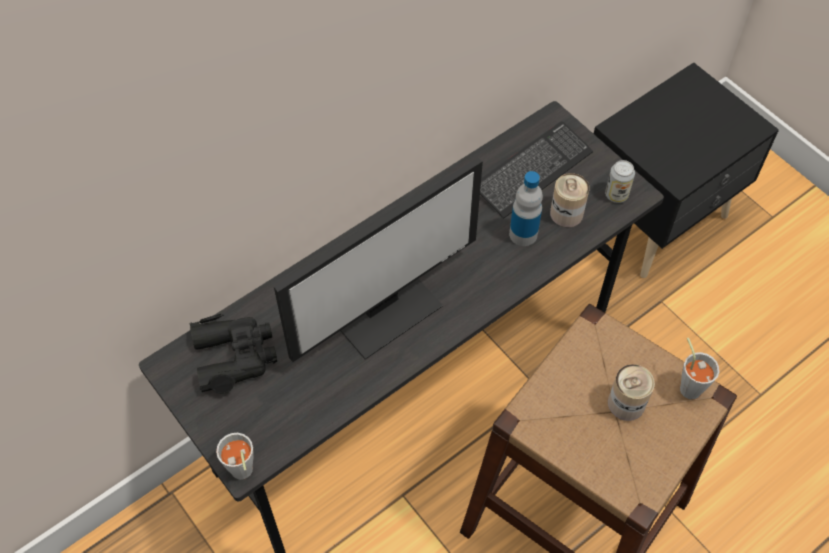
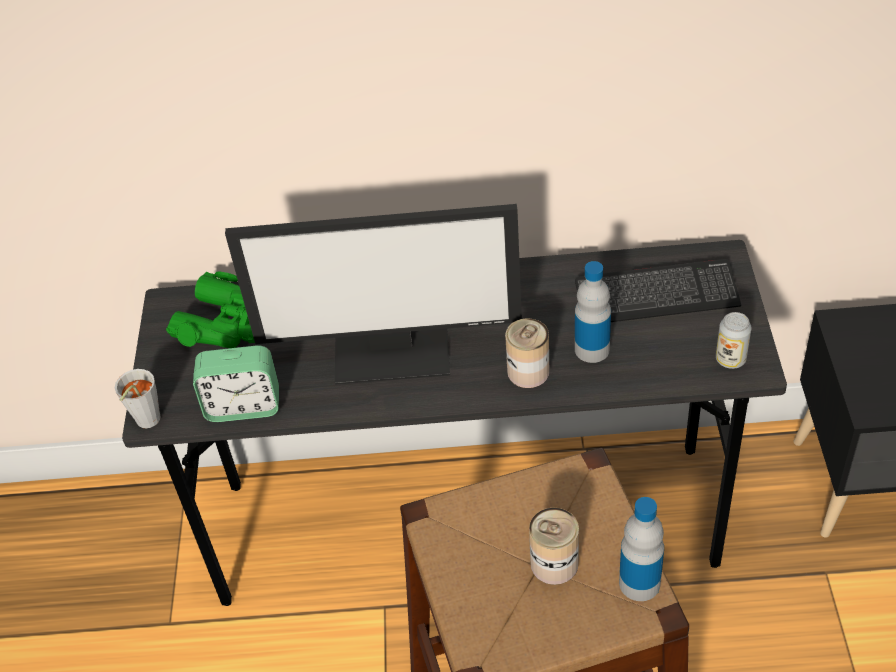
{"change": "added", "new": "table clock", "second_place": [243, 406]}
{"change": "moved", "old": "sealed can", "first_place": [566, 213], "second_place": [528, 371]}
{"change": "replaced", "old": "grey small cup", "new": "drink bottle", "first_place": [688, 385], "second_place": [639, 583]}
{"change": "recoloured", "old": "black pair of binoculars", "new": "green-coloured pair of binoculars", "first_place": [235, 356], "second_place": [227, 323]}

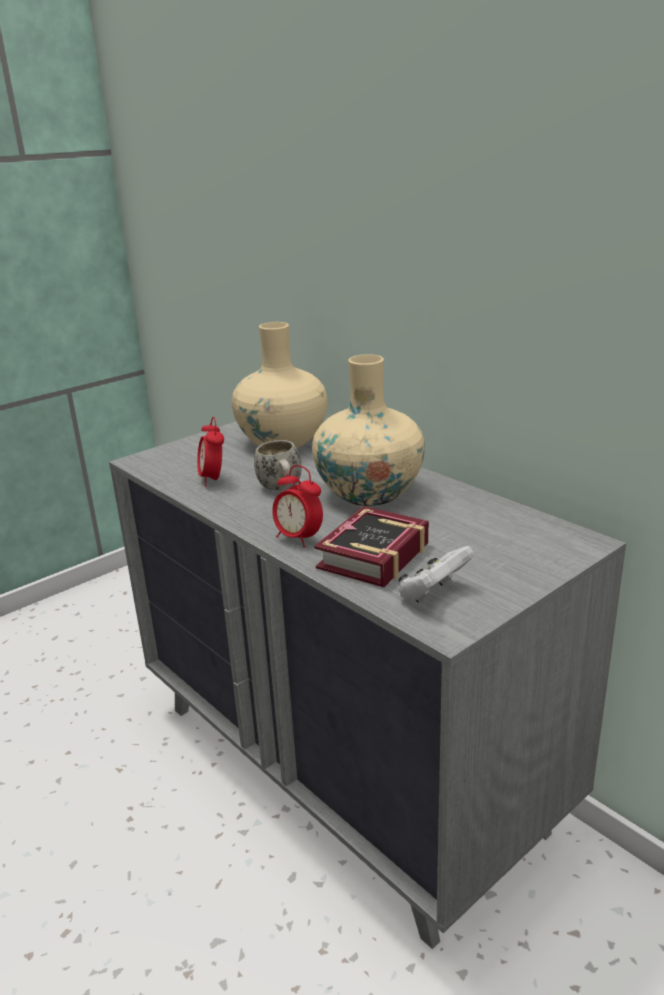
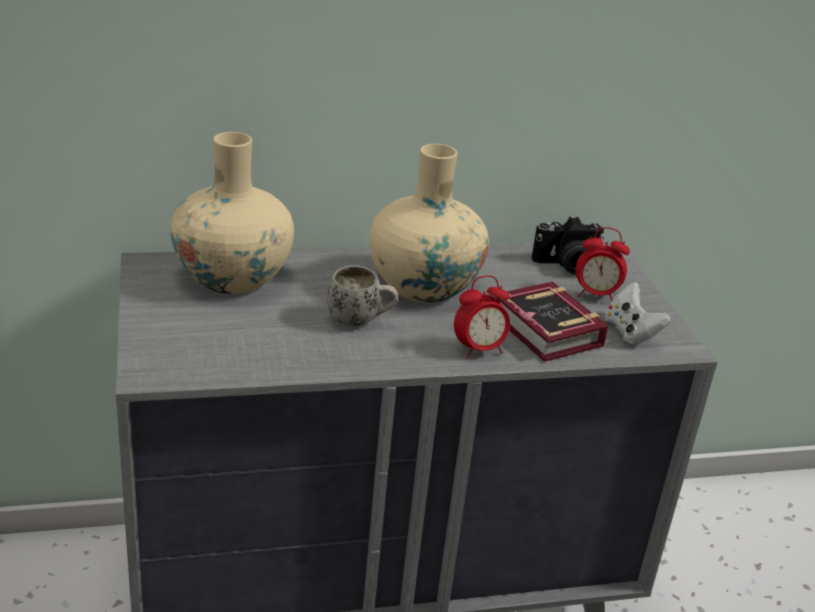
{"change": "added", "new": "photo camera", "second_place": [567, 266]}
{"change": "moved", "old": "table clock", "first_place": [213, 480], "second_place": [596, 295]}

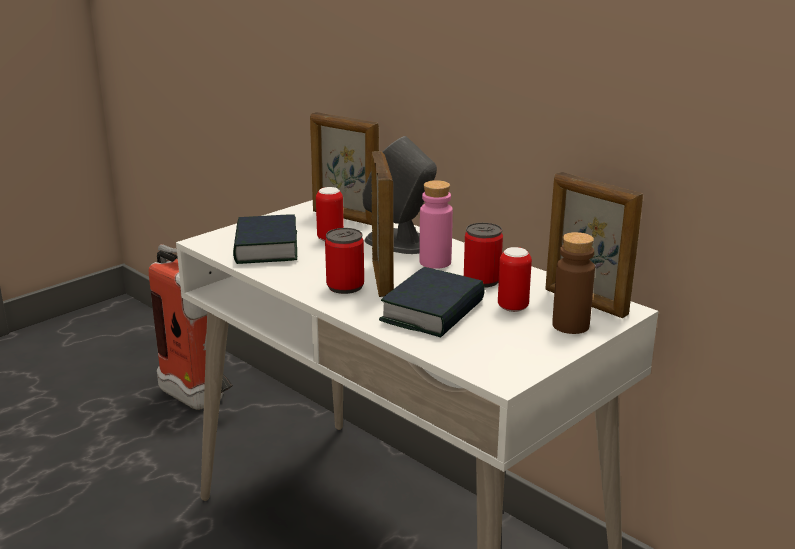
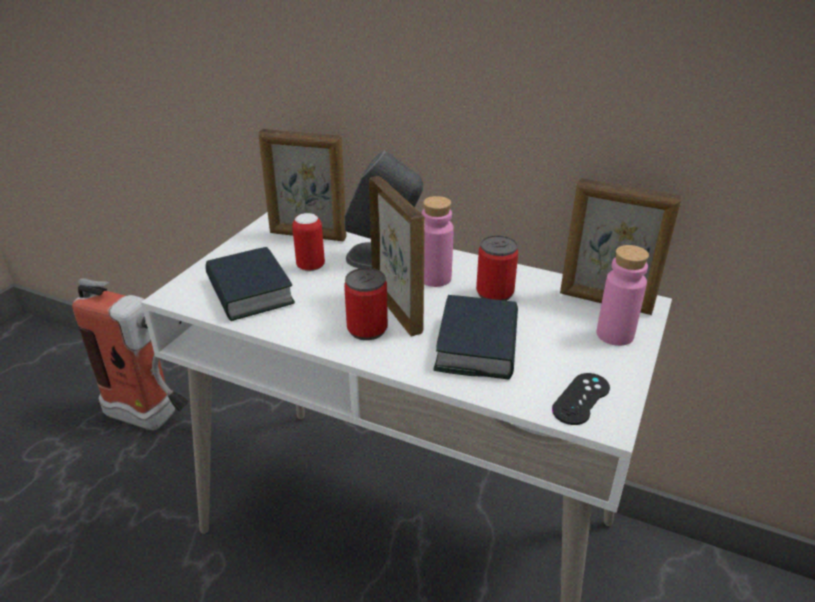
{"change": "removed", "old": "sealed can", "first_place": [513, 307]}
{"change": "added", "new": "black gamepad", "second_place": [581, 399]}
{"change": "recoloured", "old": "brownish drink bottle", "new": "pink drink bottle", "first_place": [570, 325], "second_place": [615, 334]}

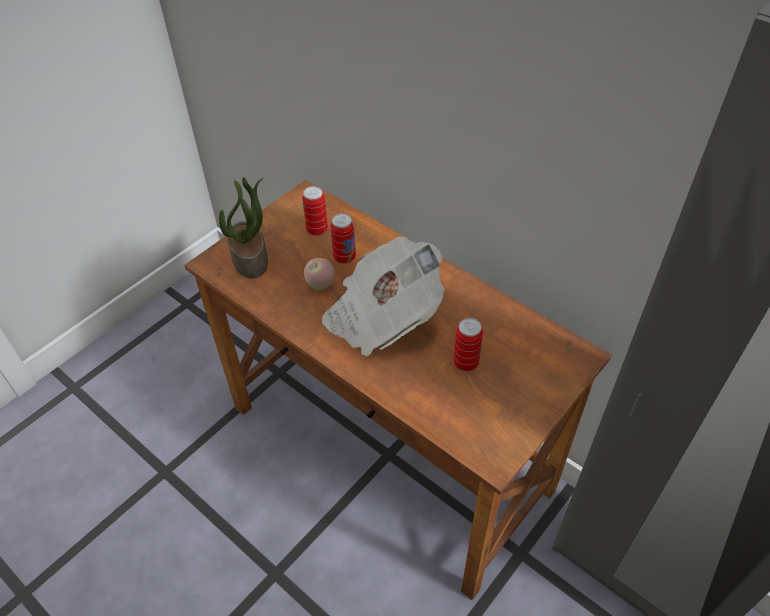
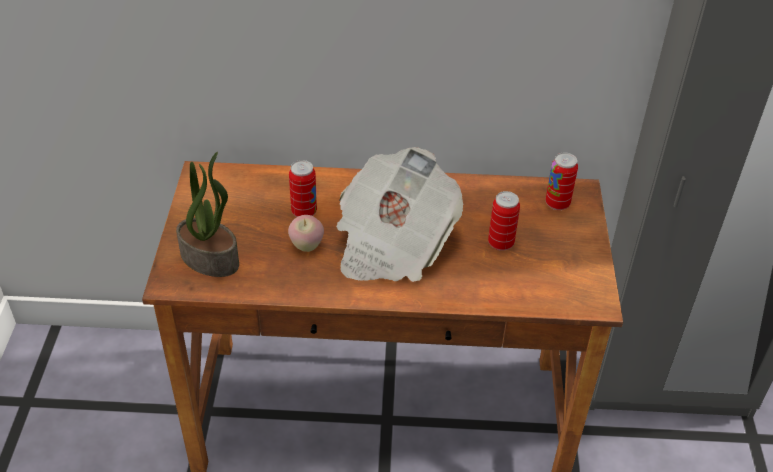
{"change": "moved", "old": "sealed can", "first_place": [317, 230], "second_place": [557, 204]}

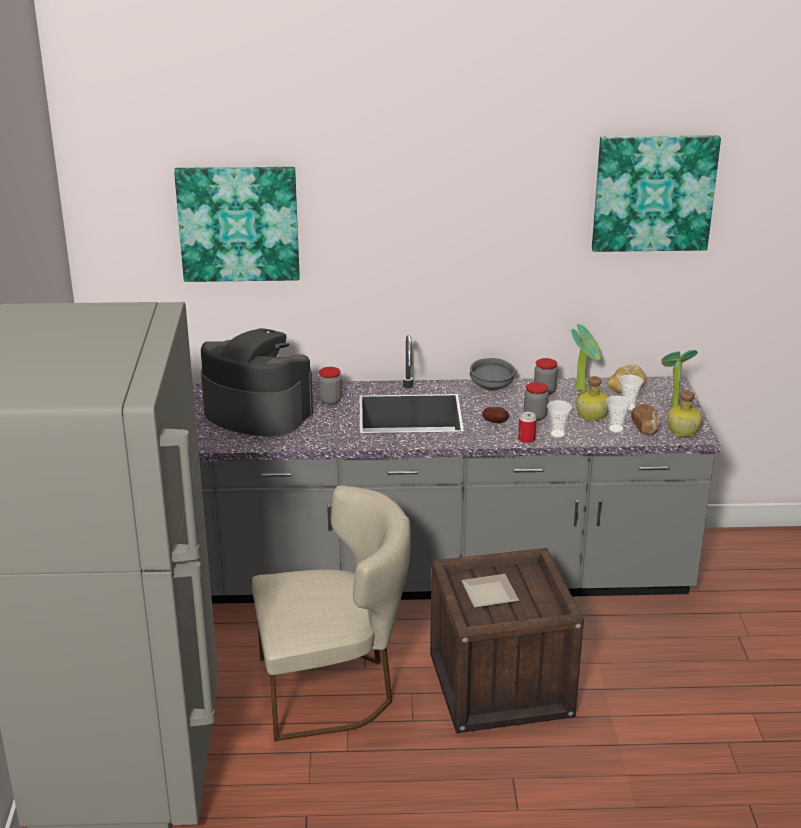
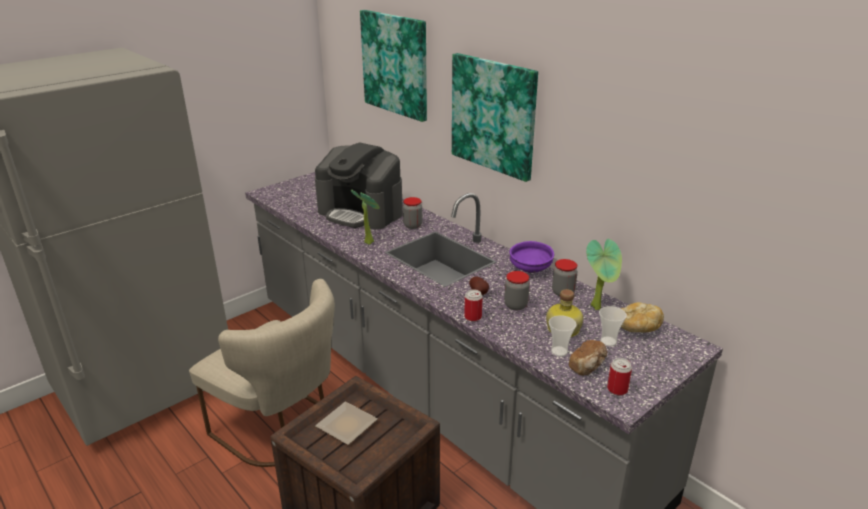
{"change": "removed", "old": "small cup", "first_place": [557, 434]}
{"change": "moved", "old": "picture", "first_place": [653, 193], "second_place": [494, 115]}
{"change": "moved", "old": "houseplant", "first_place": [672, 405], "second_place": [369, 241]}
{"change": "replaced", "old": "drink bottle", "new": "sealed can", "first_place": [682, 430], "second_place": [617, 389]}
{"change": "recoloured", "old": "grey serving bowl", "new": "purplish serving bowl", "first_place": [491, 387], "second_place": [530, 269]}
{"change": "turned", "old": "coffee maker", "first_place": [257, 412], "second_place": [361, 212], "degrees": 135}

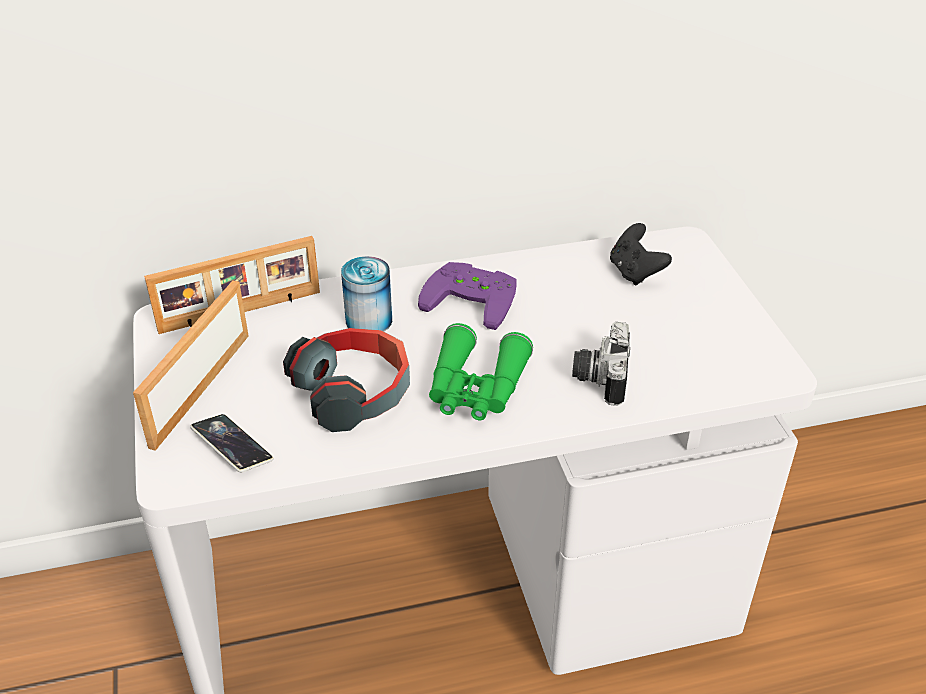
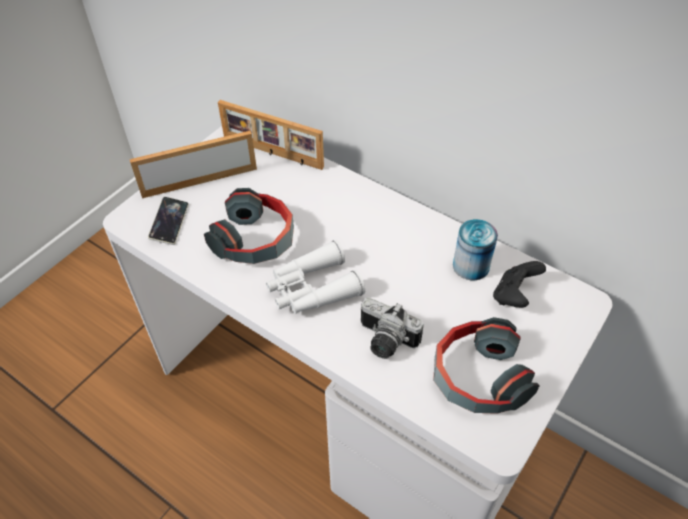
{"change": "removed", "old": "purplish gamepad", "first_place": [473, 298]}
{"change": "added", "new": "headset", "second_place": [477, 377]}
{"change": "moved", "old": "sealed can", "first_place": [369, 320], "second_place": [471, 266]}
{"change": "recoloured", "old": "green-coloured pair of binoculars", "new": "white pair of binoculars", "first_place": [476, 388], "second_place": [312, 289]}
{"change": "turned", "old": "photo camera", "first_place": [599, 377], "second_place": [384, 341], "degrees": -120}

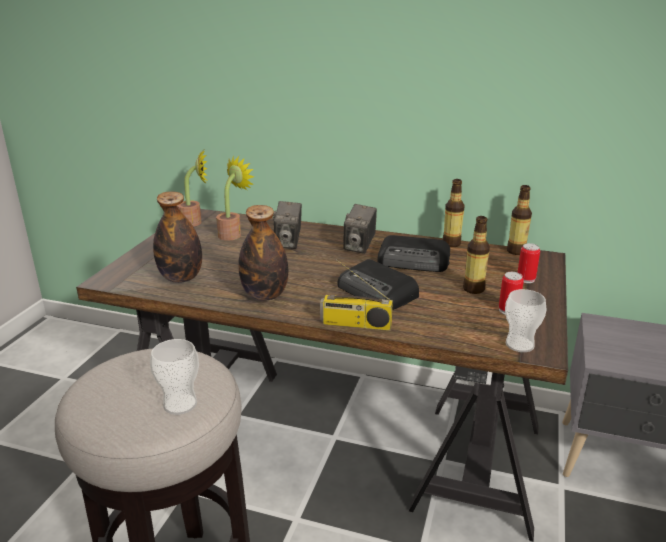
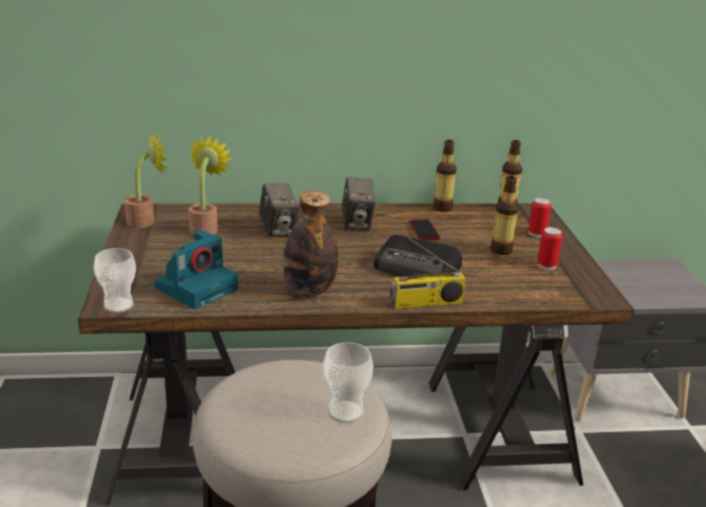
{"change": "moved", "old": "small cup", "first_place": [519, 344], "second_place": [118, 305]}
{"change": "replaced", "old": "drink bottle", "new": "photo camera", "first_place": [181, 278], "second_place": [197, 287]}
{"change": "replaced", "old": "radio", "new": "phone", "first_place": [414, 261], "second_place": [424, 231]}

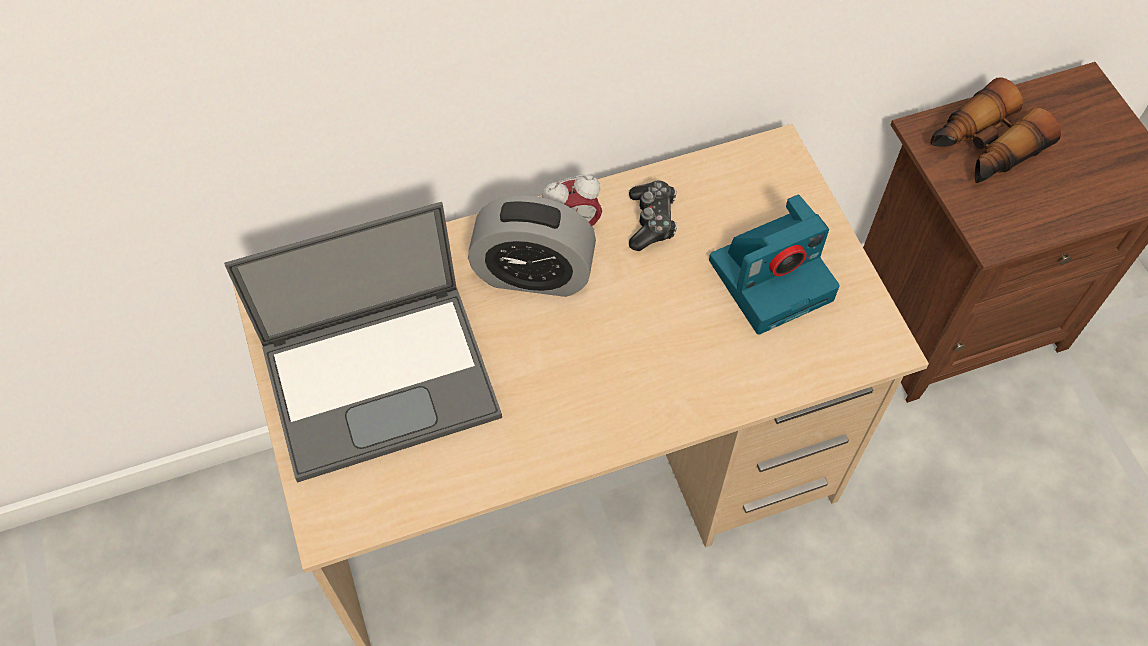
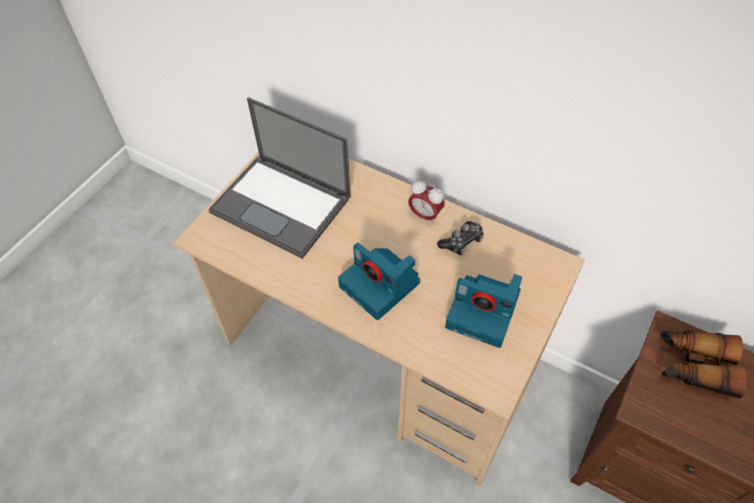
{"change": "removed", "old": "table clock", "first_place": [533, 274]}
{"change": "added", "new": "photo camera", "second_place": [381, 285]}

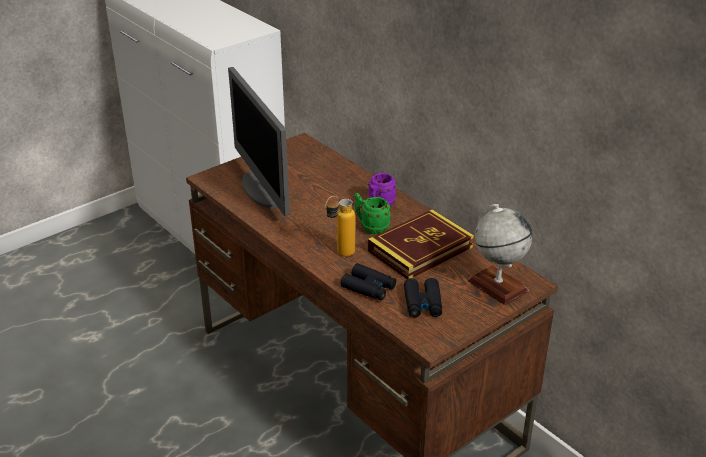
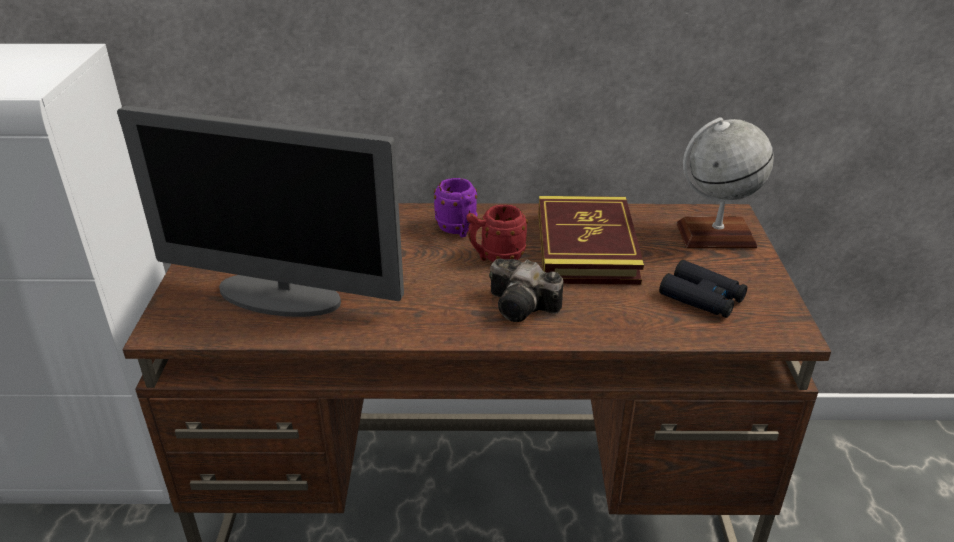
{"change": "removed", "old": "black pair of binoculars", "first_place": [369, 288]}
{"change": "replaced", "old": "drink bottle", "new": "photo camera", "first_place": [340, 254], "second_place": [524, 307]}
{"change": "recoloured", "old": "green-coloured coffee mug", "new": "reddish coffee mug", "first_place": [371, 227], "second_place": [495, 257]}

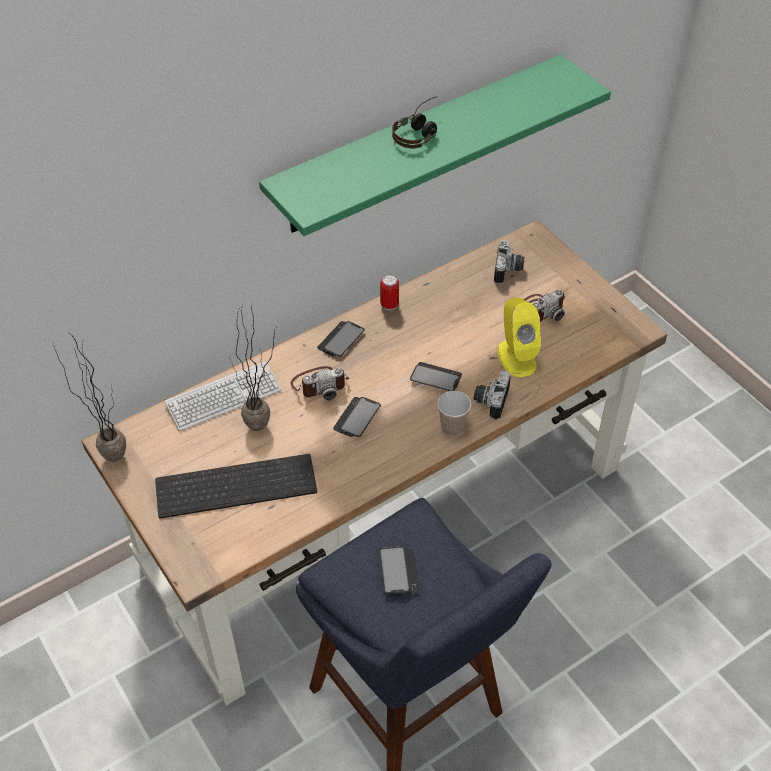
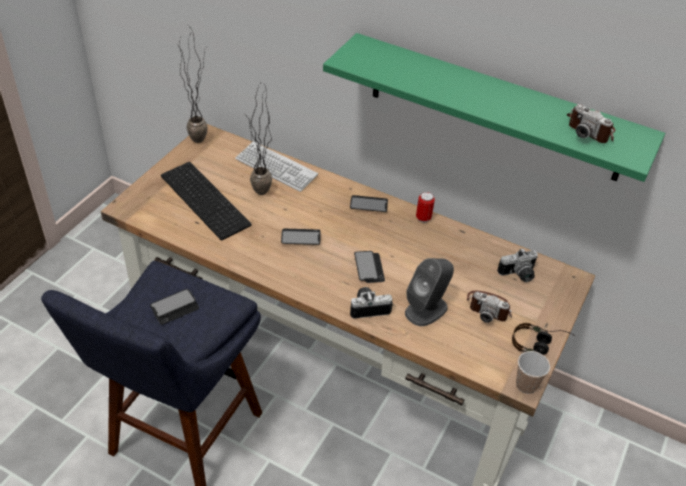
{"change": "moved", "old": "photo camera", "first_place": [320, 384], "second_place": [591, 130]}
{"change": "moved", "old": "headset", "first_place": [420, 131], "second_place": [540, 345]}
{"change": "moved", "old": "small cup", "first_place": [452, 427], "second_place": [526, 385]}
{"change": "recoloured", "old": "yellow-coloured loudspeaker", "new": "grey loudspeaker", "first_place": [516, 357], "second_place": [426, 309]}

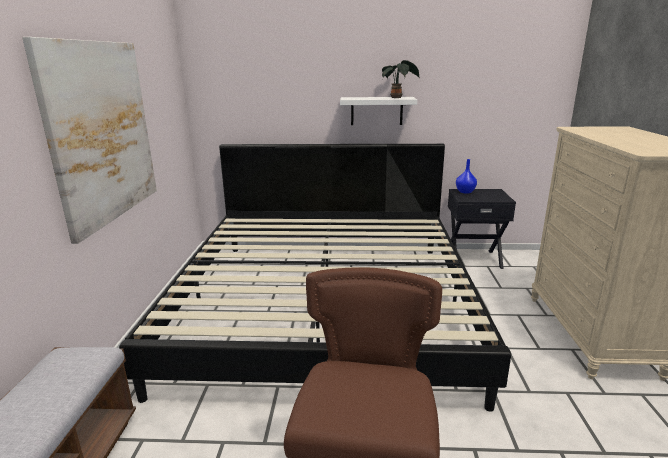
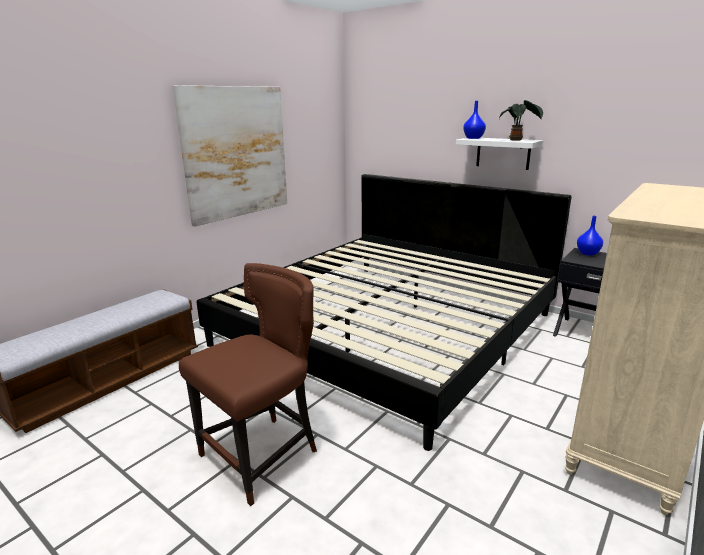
{"change": "added", "new": "bluish decorative vase", "second_place": [473, 138]}

